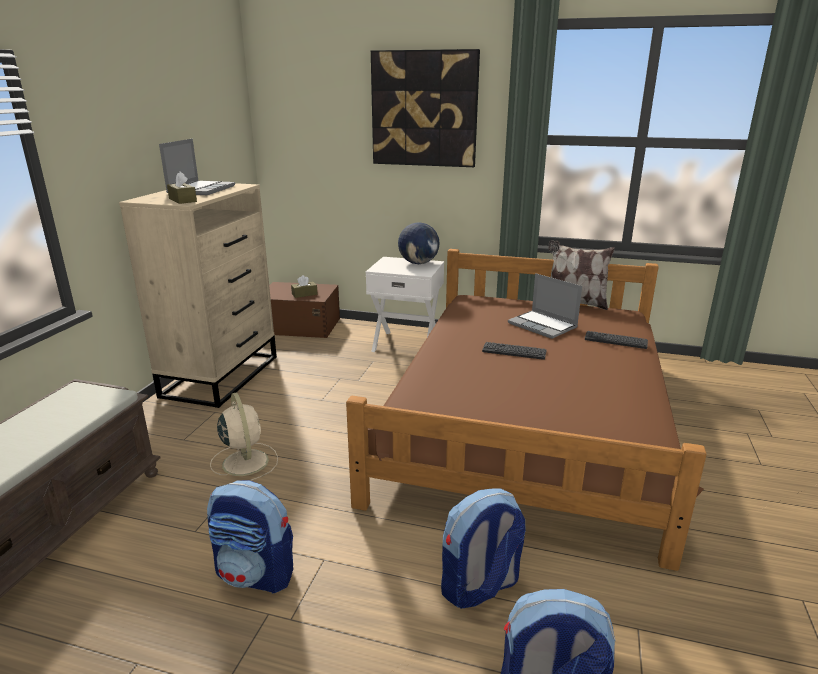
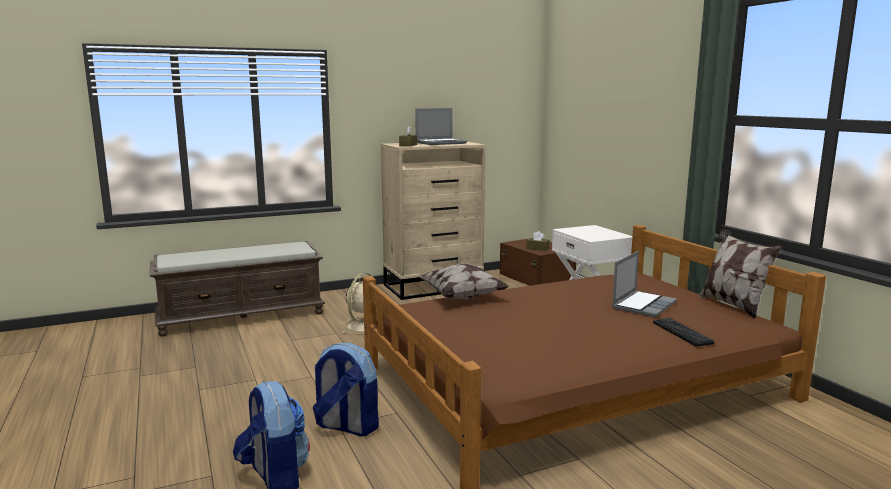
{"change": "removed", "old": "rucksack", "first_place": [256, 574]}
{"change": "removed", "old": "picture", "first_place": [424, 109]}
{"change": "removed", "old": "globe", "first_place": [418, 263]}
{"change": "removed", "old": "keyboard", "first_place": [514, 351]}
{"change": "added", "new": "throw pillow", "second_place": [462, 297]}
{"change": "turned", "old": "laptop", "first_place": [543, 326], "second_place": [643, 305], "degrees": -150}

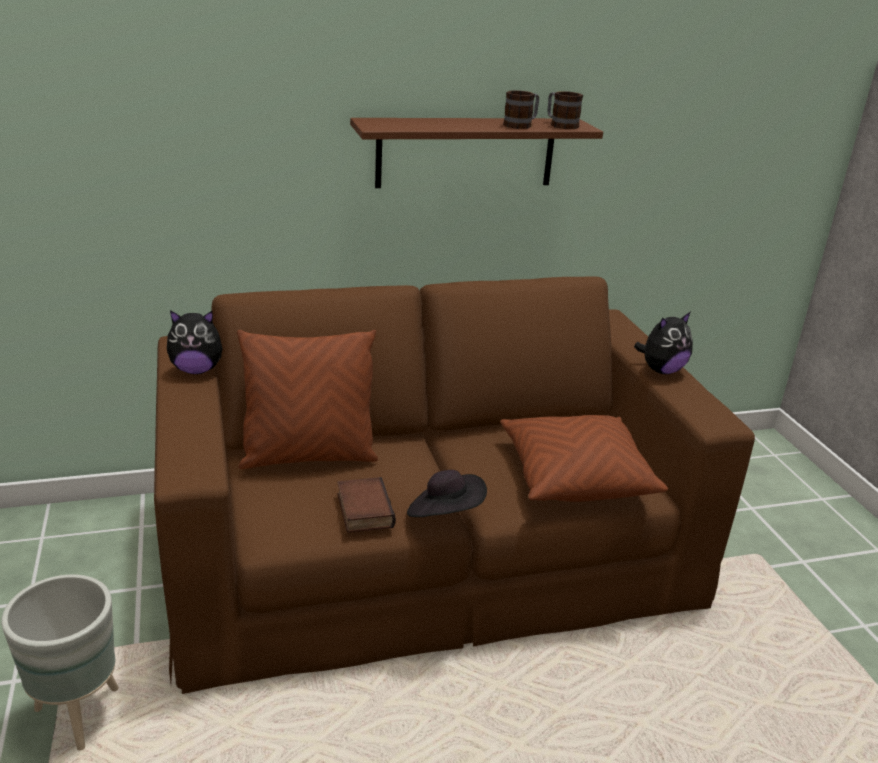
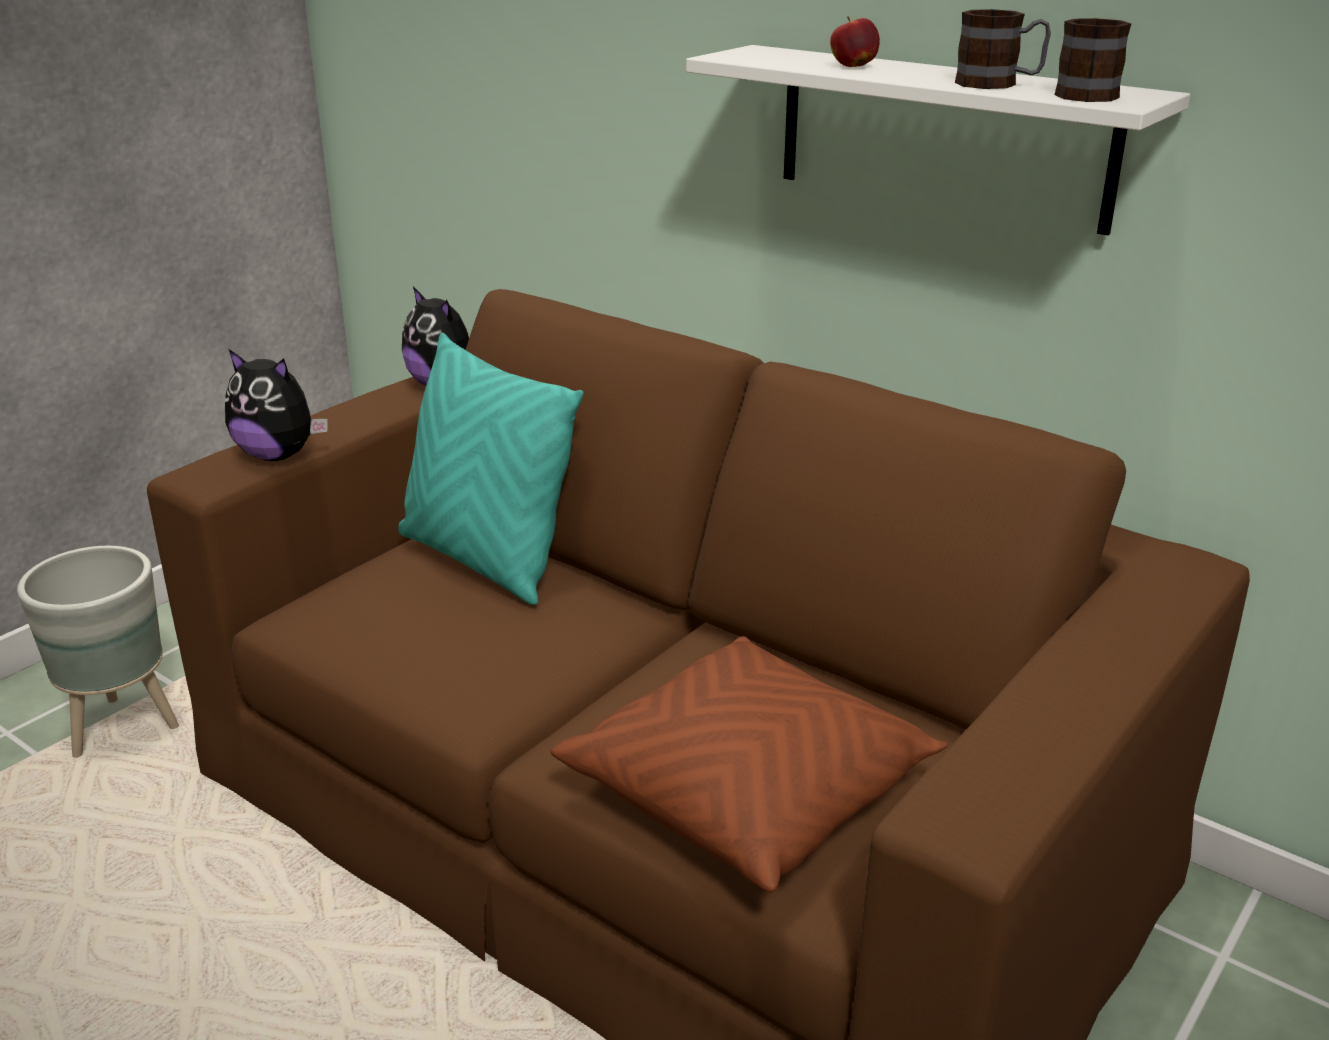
{"change": "removed", "old": "book", "first_place": [362, 510]}
{"change": "removed", "old": "black clothing hat", "first_place": [445, 514]}
{"change": "added", "new": "apple", "second_place": [853, 66]}
{"change": "moved", "old": "cuddly toy", "first_place": [661, 370], "second_place": [278, 455]}
{"change": "recoloured", "old": "brownish throw pillow", "new": "blue-green throw pillow", "first_place": [308, 456], "second_place": [486, 560]}
{"change": "recoloured", "old": "brownish wall shelf", "new": "white wall shelf", "first_place": [466, 152], "second_place": [942, 136]}

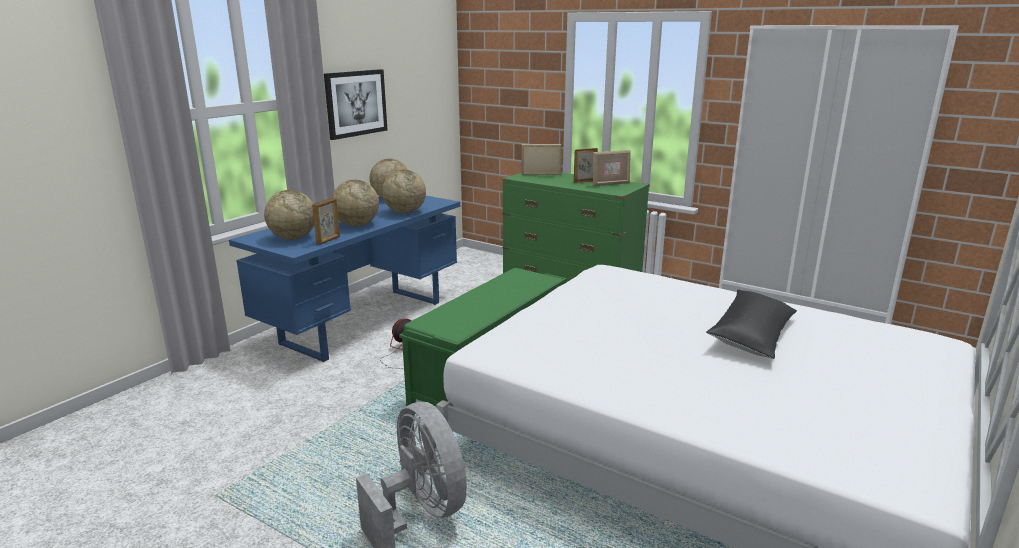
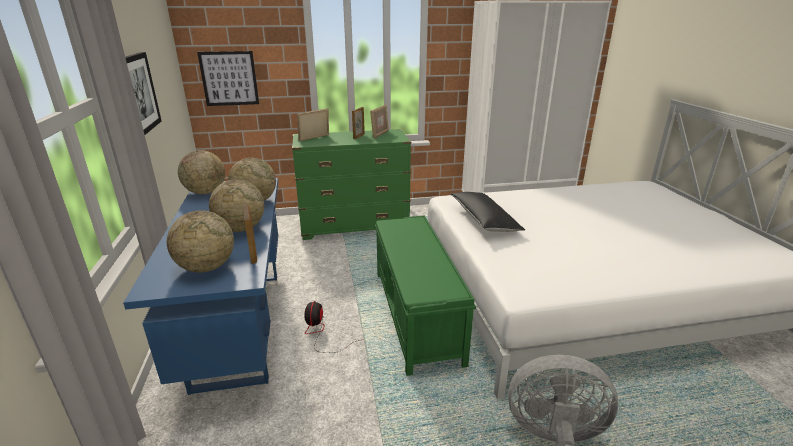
{"change": "added", "new": "picture", "second_place": [229, 78]}
{"change": "moved", "old": "black throw pillow", "first_place": [752, 335], "second_place": [484, 220]}

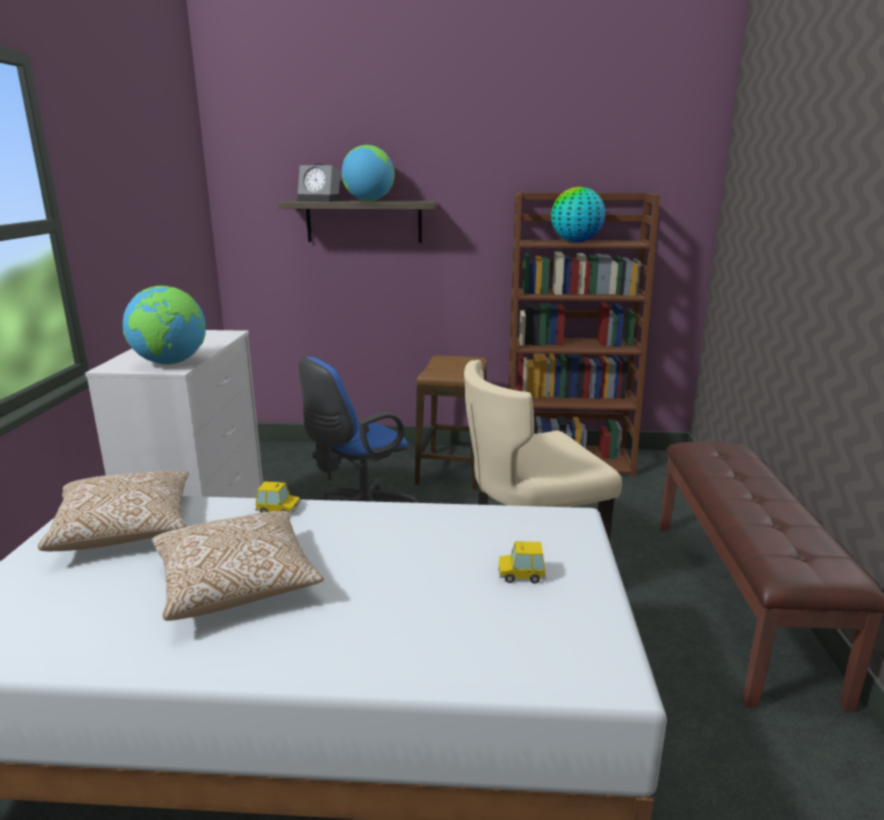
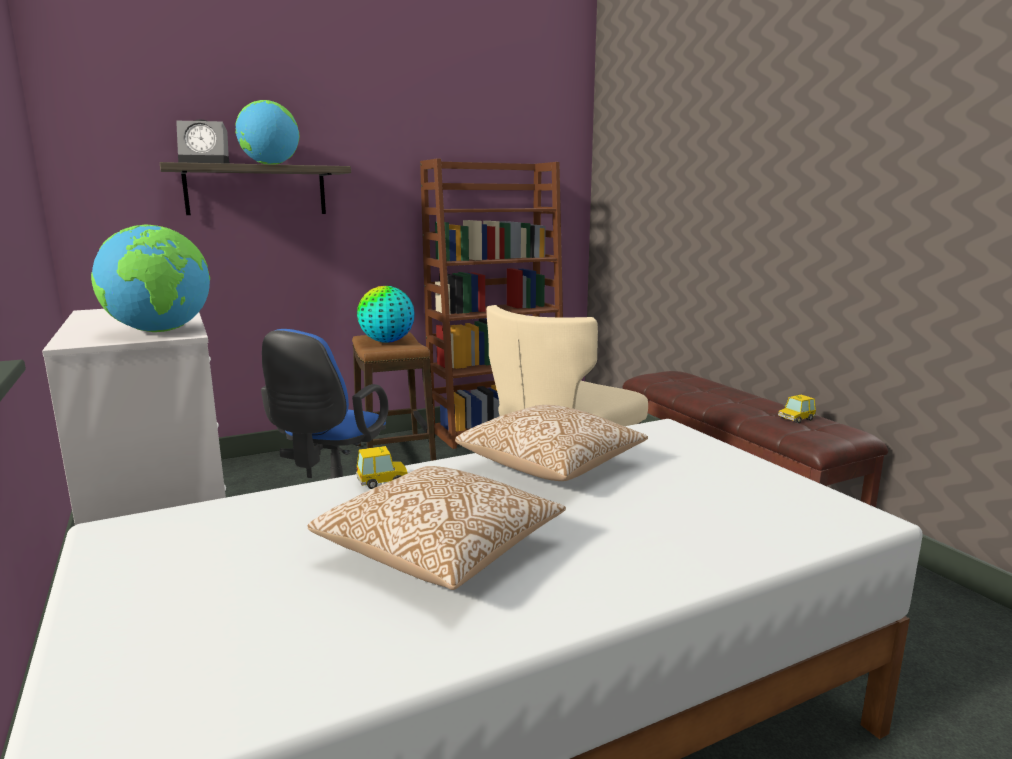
{"change": "moved", "old": "throw pillow", "first_place": [125, 530], "second_place": [551, 465]}
{"change": "moved", "old": "miniature car", "first_place": [521, 574], "second_place": [796, 419]}
{"change": "moved", "old": "globe", "first_place": [575, 242], "second_place": [387, 342]}

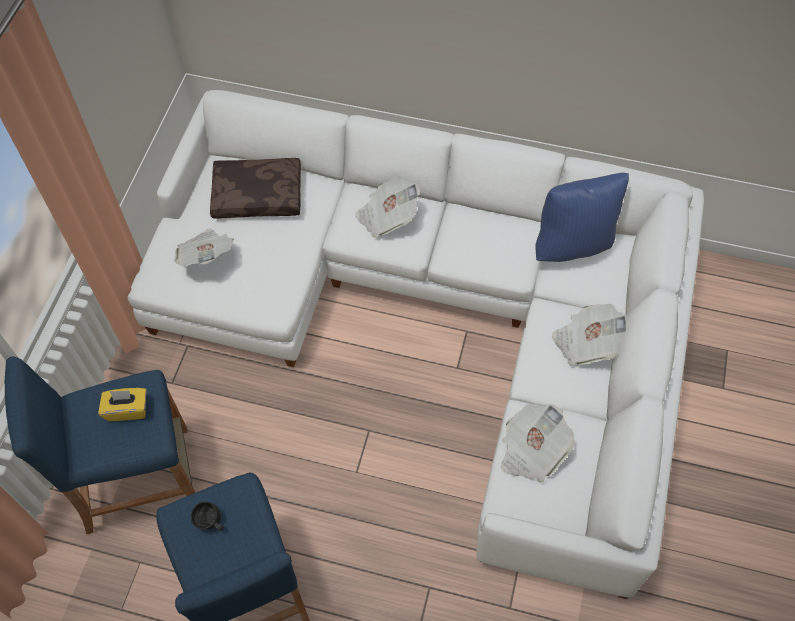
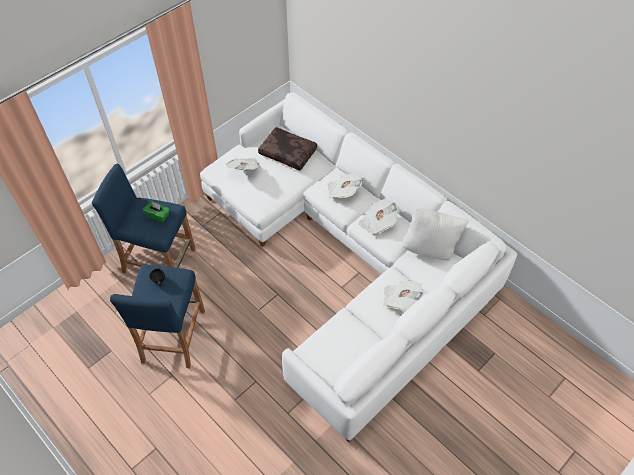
{"change": "moved", "old": "daily paper", "first_place": [532, 451], "second_place": [377, 223]}
{"change": "recoloured", "old": "yellow-coloured tissue holder", "new": "green-coloured tissue holder", "first_place": [127, 409], "second_place": [158, 216]}
{"change": "recoloured", "old": "bluish throw pillow", "new": "white throw pillow", "first_place": [573, 244], "second_place": [430, 249]}

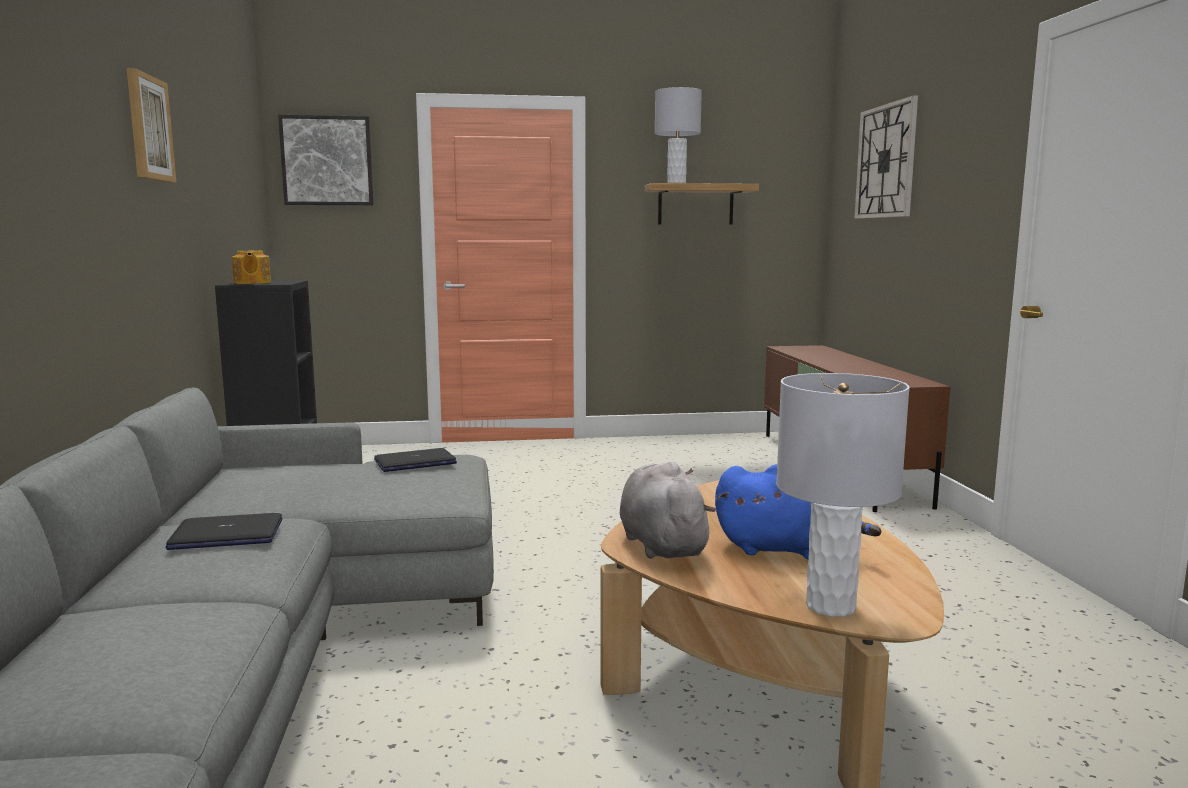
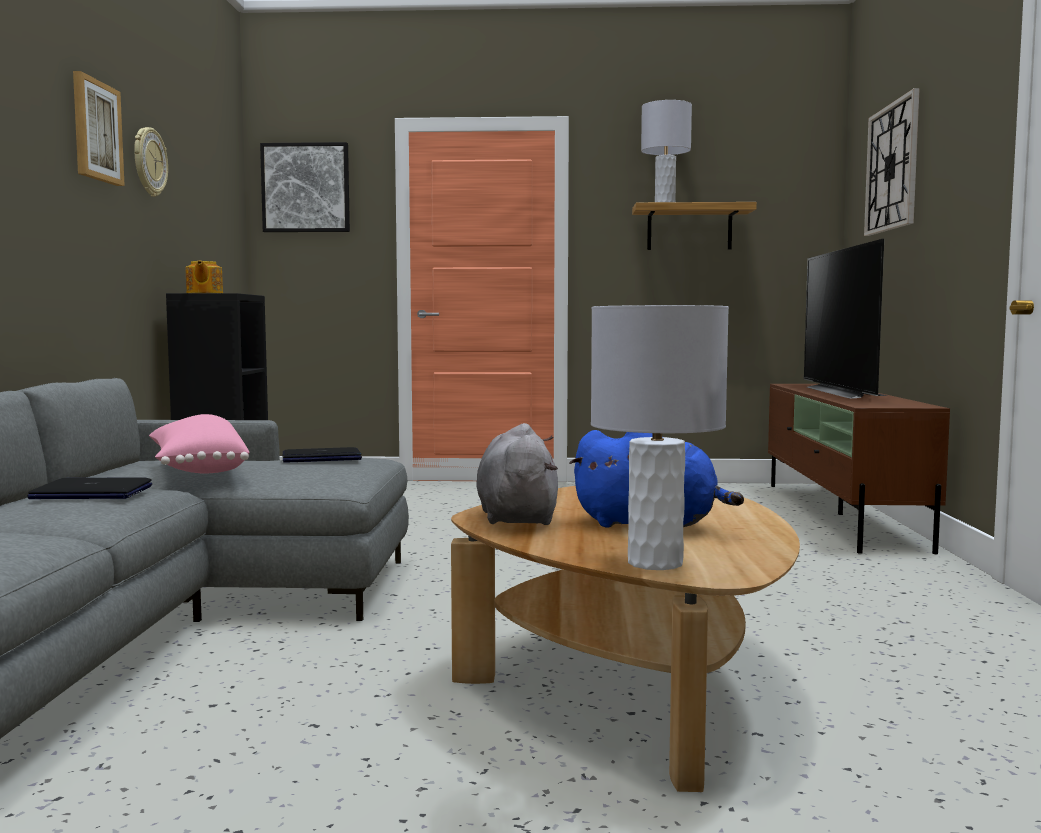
{"change": "added", "new": "clock on the wall", "second_place": [149, 162]}
{"change": "added", "new": "pink throw pillow", "second_place": [197, 469]}
{"change": "added", "new": "TV set", "second_place": [845, 392]}

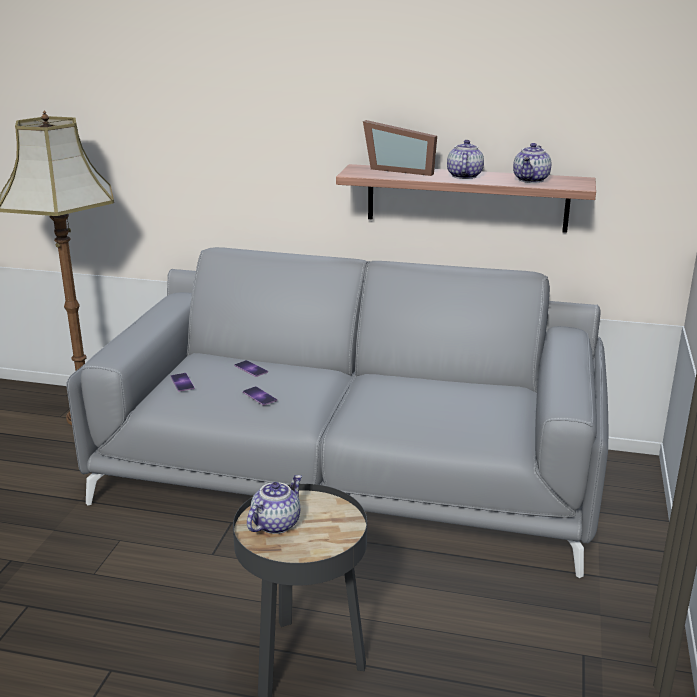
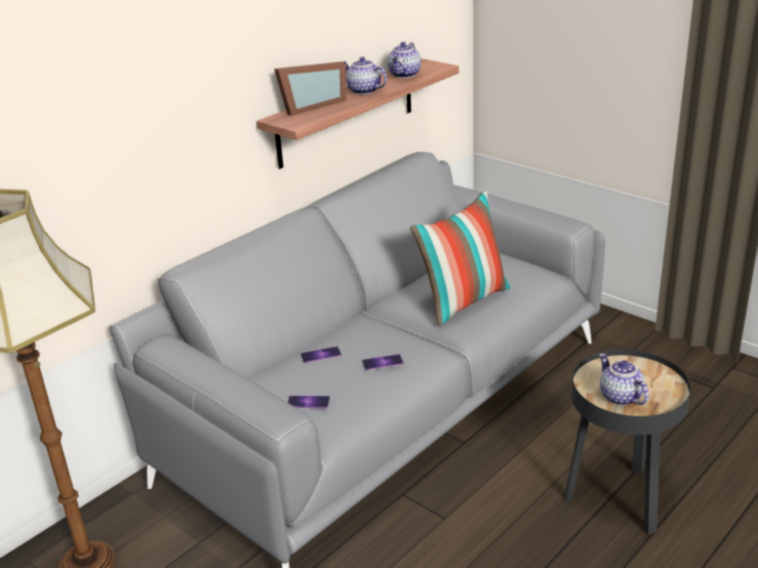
{"change": "added", "new": "throw pillow", "second_place": [463, 301]}
{"change": "turned", "old": "tea pot", "first_place": [531, 180], "second_place": [405, 75], "degrees": 60}

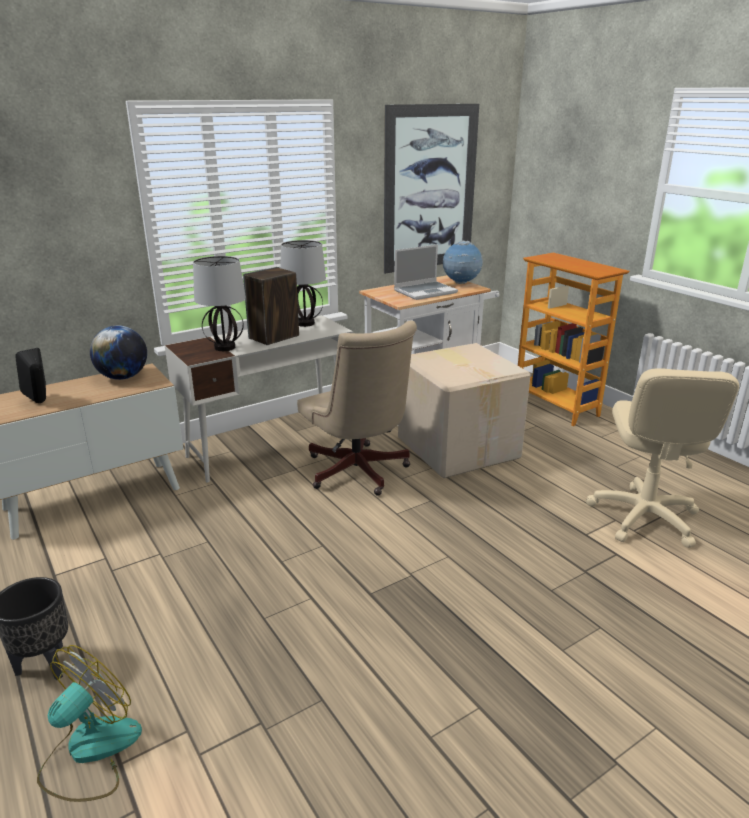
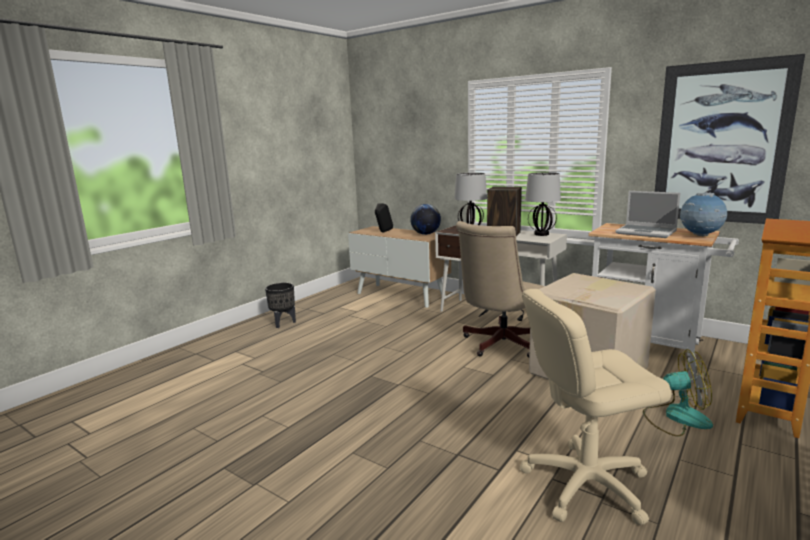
{"change": "moved", "old": "electric fan", "first_place": [90, 752], "second_place": [676, 417]}

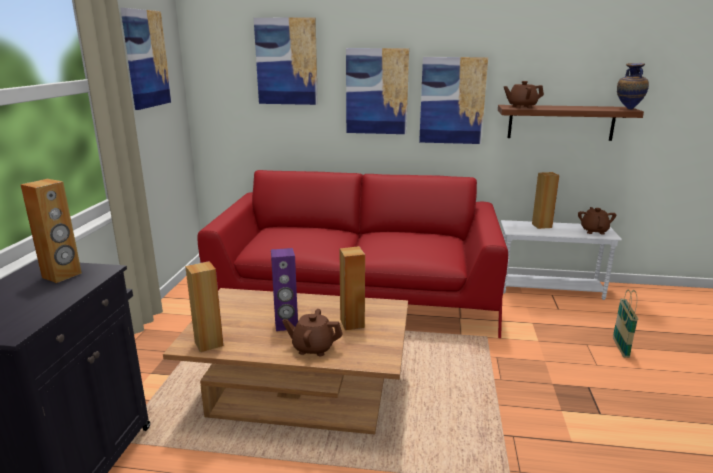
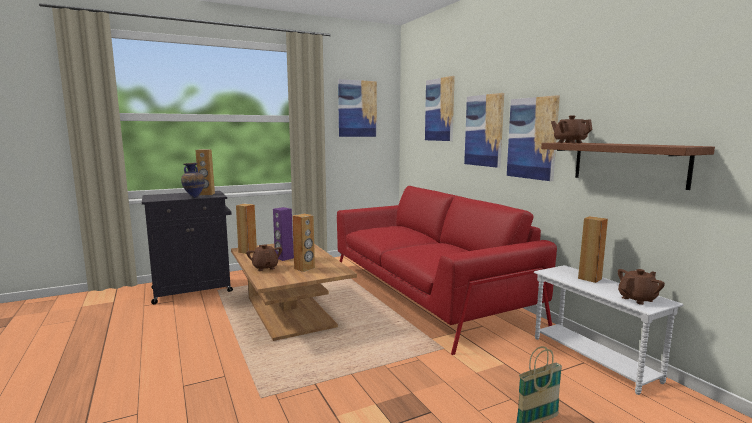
{"change": "moved", "old": "decorative vase", "first_place": [628, 109], "second_place": [194, 197]}

